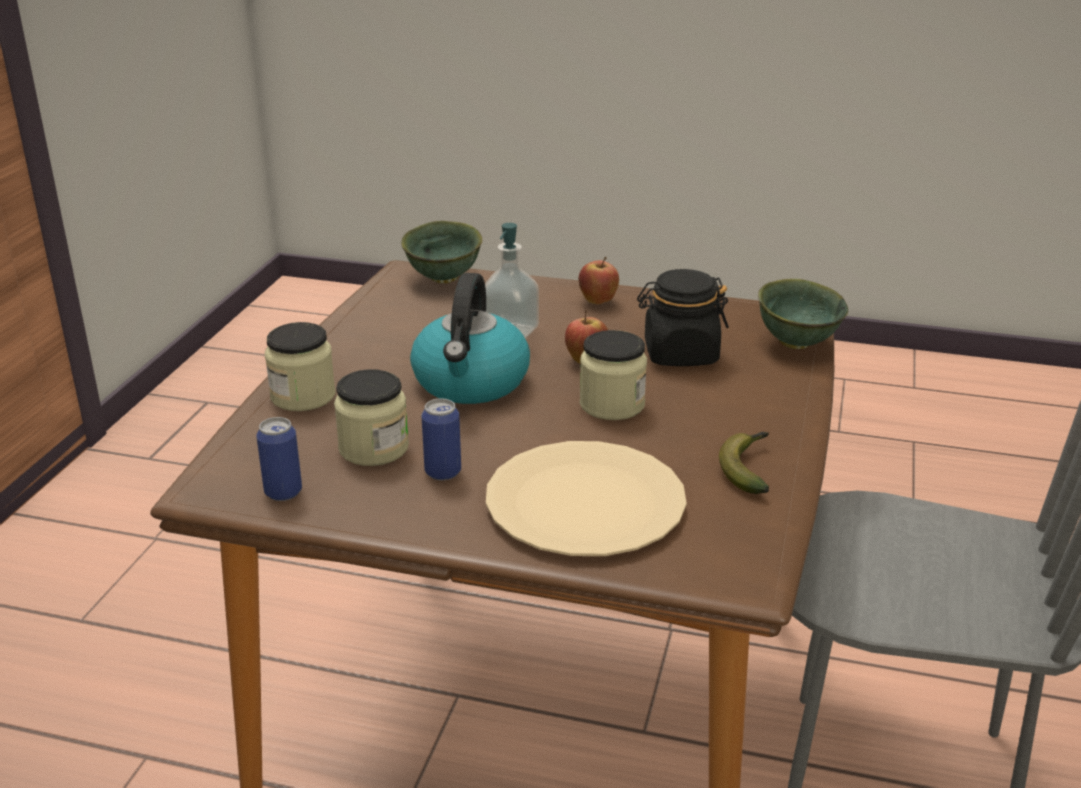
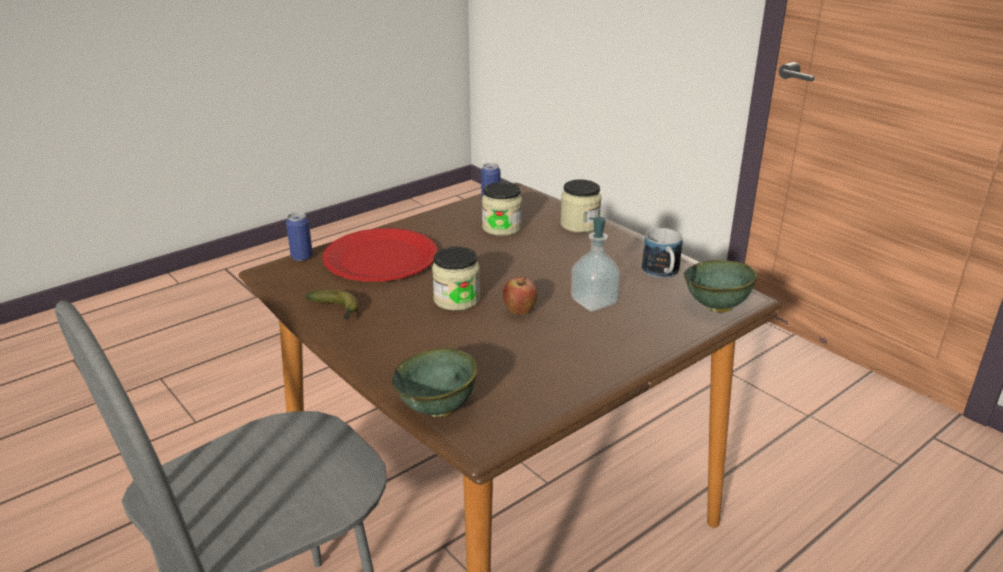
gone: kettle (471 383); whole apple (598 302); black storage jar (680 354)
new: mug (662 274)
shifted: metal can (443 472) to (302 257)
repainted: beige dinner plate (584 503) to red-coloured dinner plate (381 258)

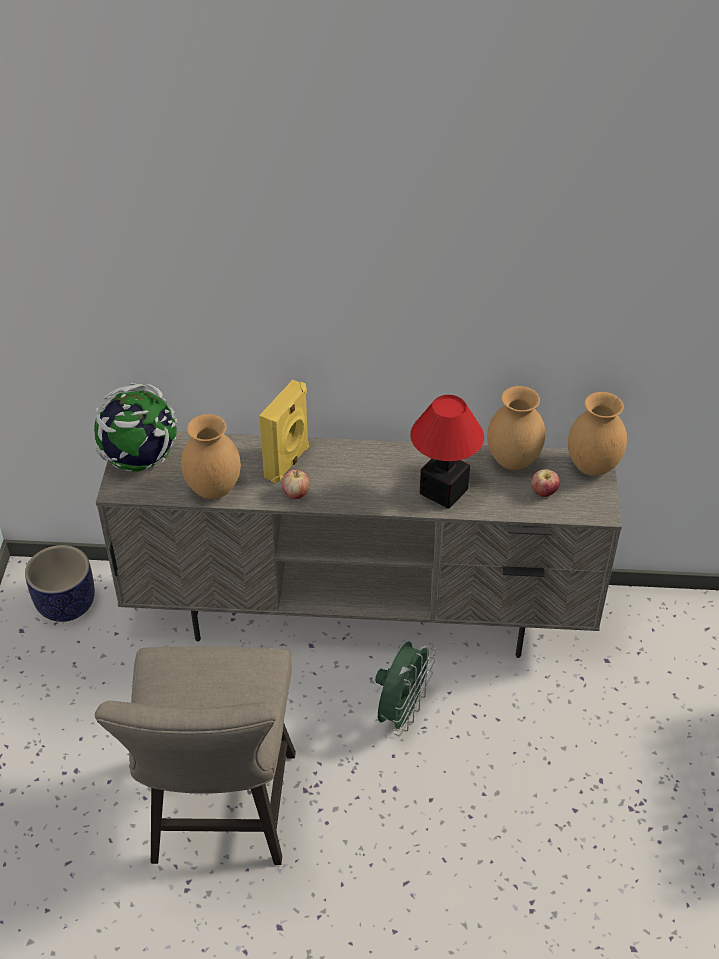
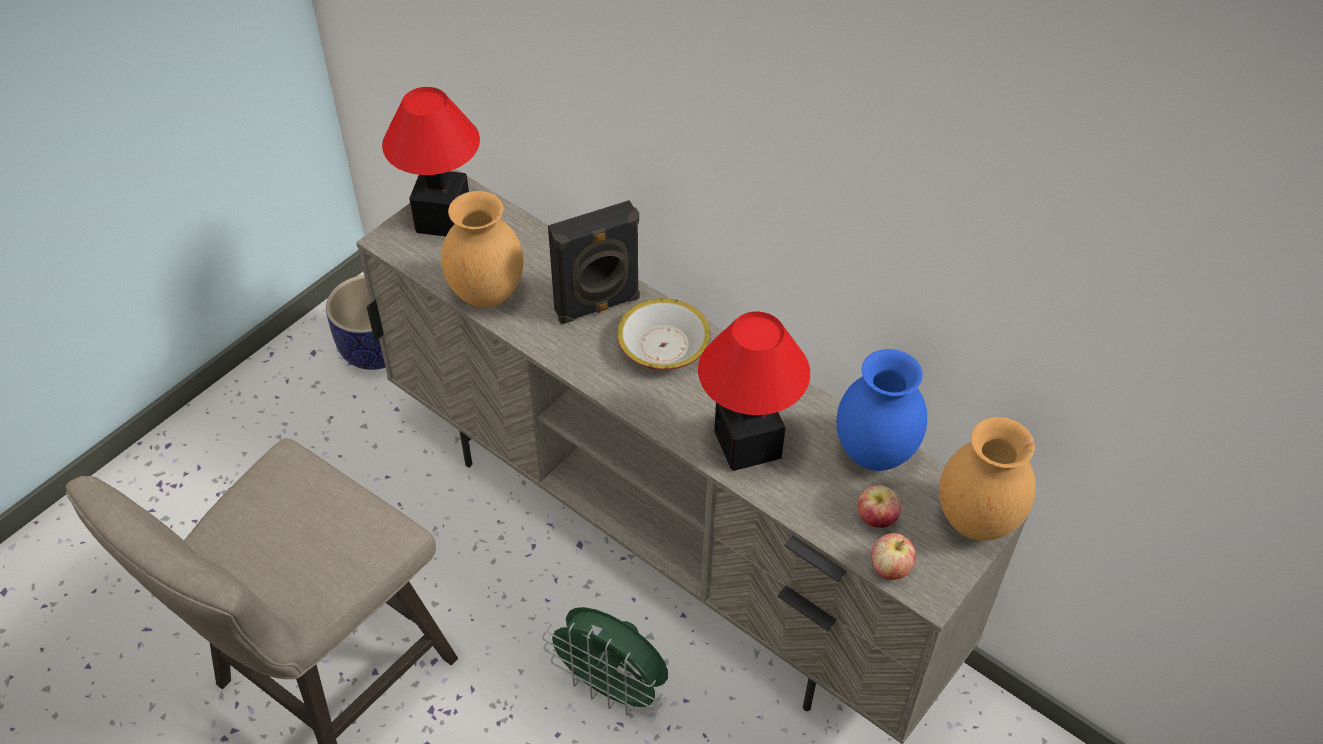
new: bowl (663 346)
shifted: whole apple (296 494) to (890 568)
swapped: world globe (140 460) to table lamp (444 218)
repainted: yellow-coloured audio speaker (288 463) to black audio speaker (598 306); brown decorative vase (514 461) to blue decorative vase (875 454)
rotated: green-coloured fan (402 712) = (612 688) 60 degrees clockwise

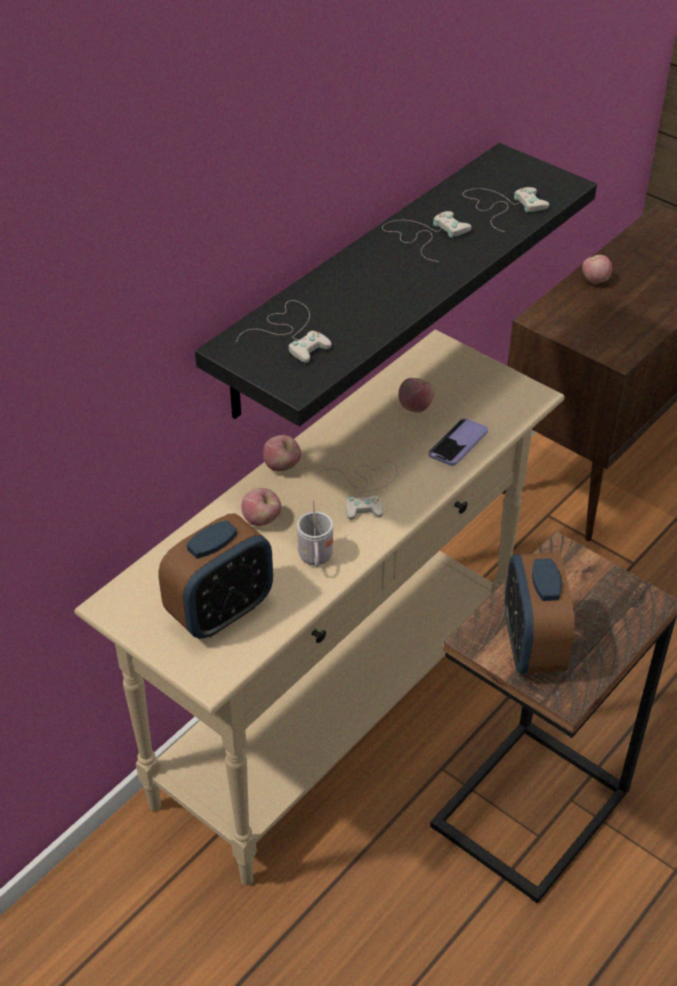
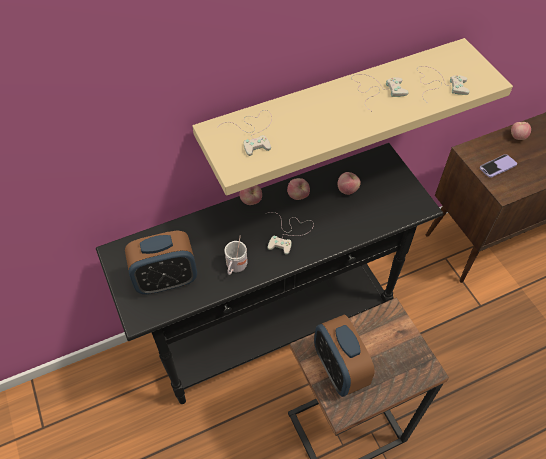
shifted: whole apple (262 520) to (298 196); handset (458 444) to (497 166)
repainted: beige hall table (337 712) to black hall table (273 328); black bracket shelf (360 281) to beige bracket shelf (333 105)
rotated: bedside clock (532 646) = (339 369) 45 degrees counterclockwise

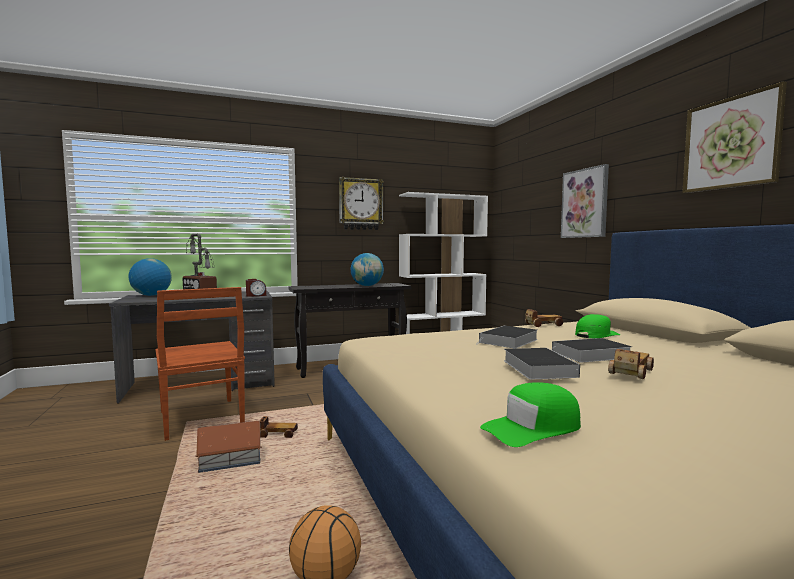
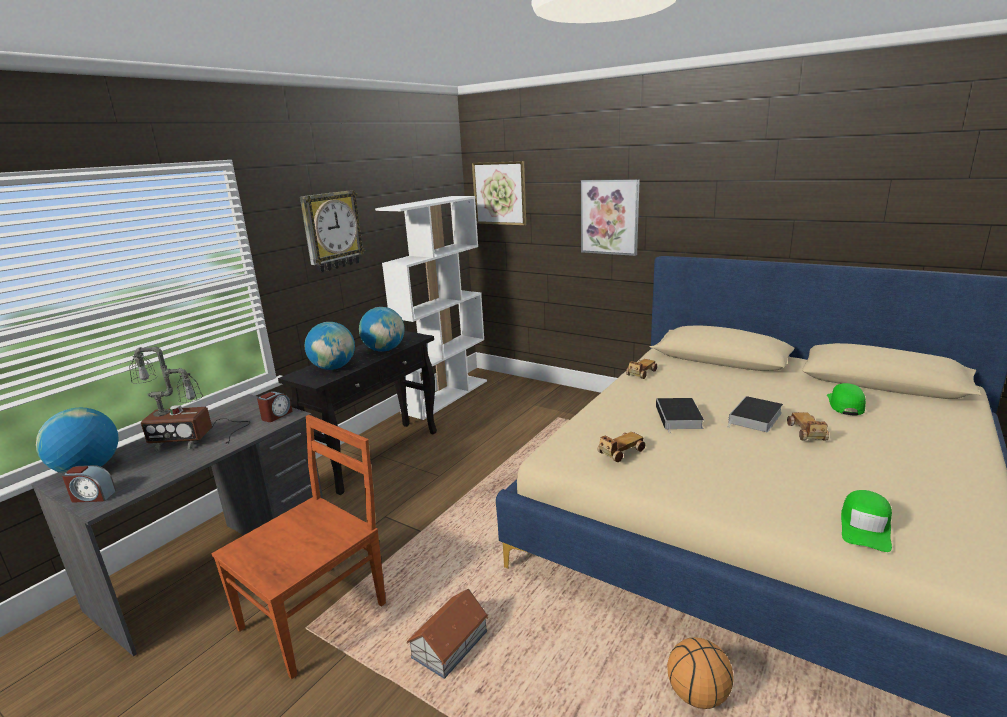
gone: volume (537 367)
new: bedside clock (93 496); world globe (333 368)
shifted: toy car (277 434) to (620 452); green-coloured cap (596 335) to (845 404); picture (731 143) to (499 193)
rotated: brown plain chair (201 419) = (317 614) 75 degrees counterclockwise

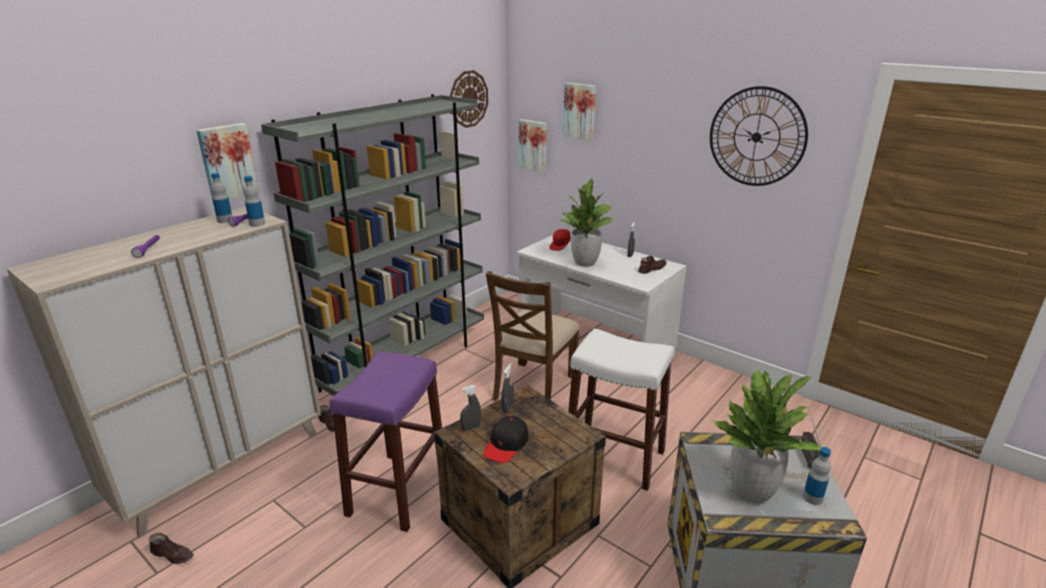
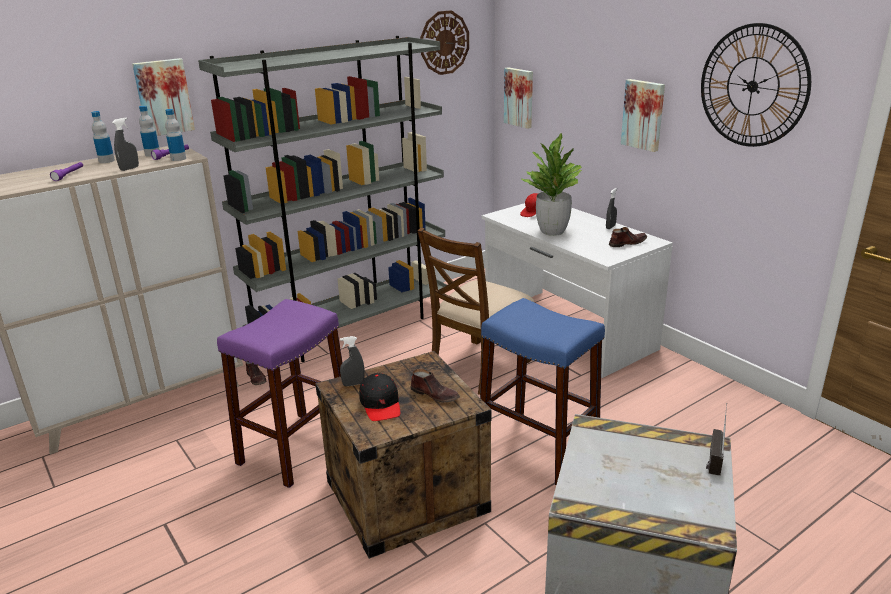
gone: plant in a pot (752 491)
shifted: brown low shoe (173 554) to (435 395); greyish spray bottle (507 408) to (129 168); picture (580 111) to (644 114); drink bottle (812 498) to (106 161)
repainted: white-coloured sitting stool (614 457) to blue sitting stool (538 448)
rotated: black cap (506 445) = (381 404) 60 degrees counterclockwise

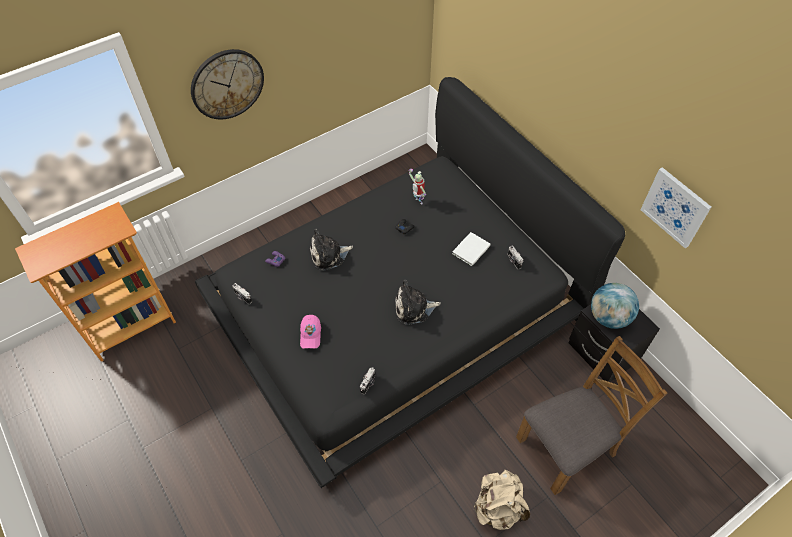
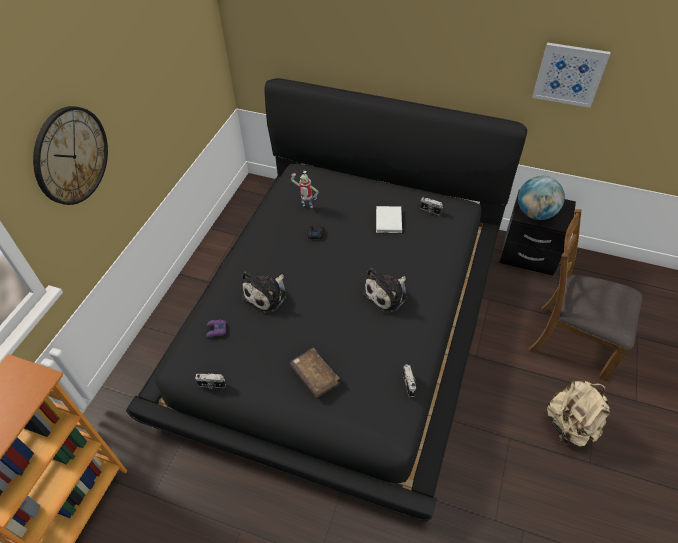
swapped: pinkish cap (310 334) to brown volume (315 376)
rotated: brown plain chair (567 446) = (571 341) 90 degrees counterclockwise

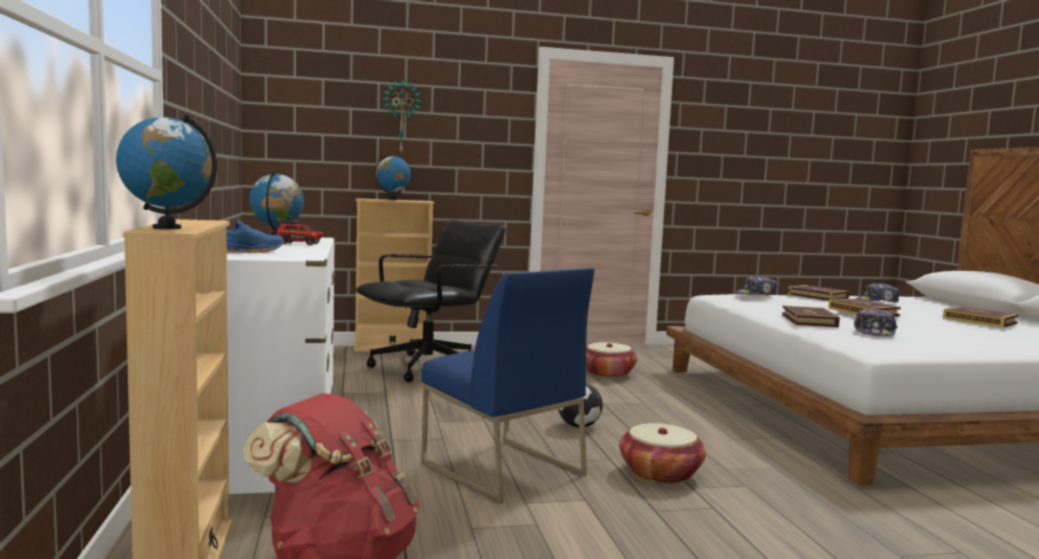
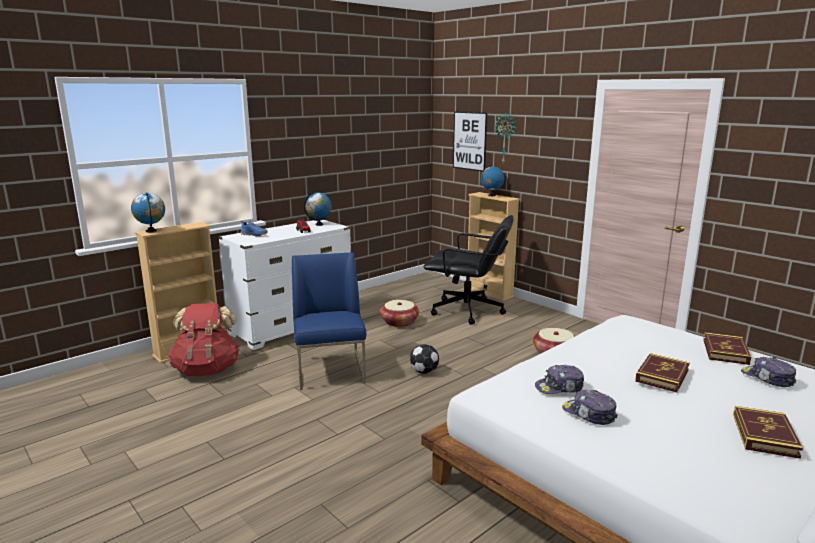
gone: volume (809 320)
new: picture (469 141)
shifted: basket (660 473) to (399 322); cap (756 294) to (588 414)
rotated: blue plain chair (501 469) = (331 371) 150 degrees clockwise

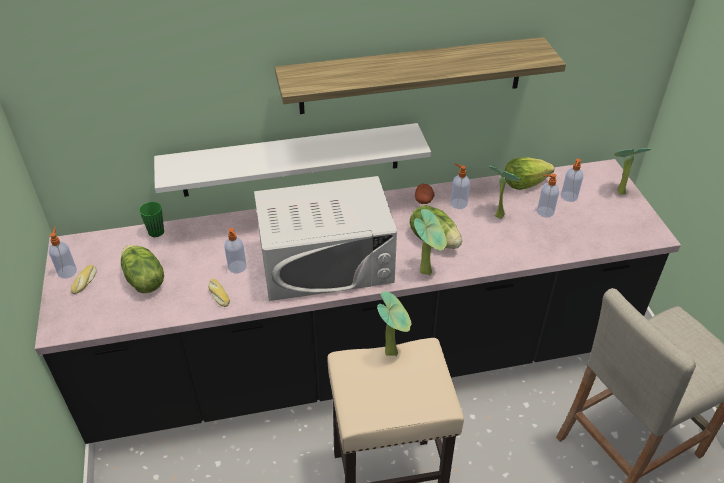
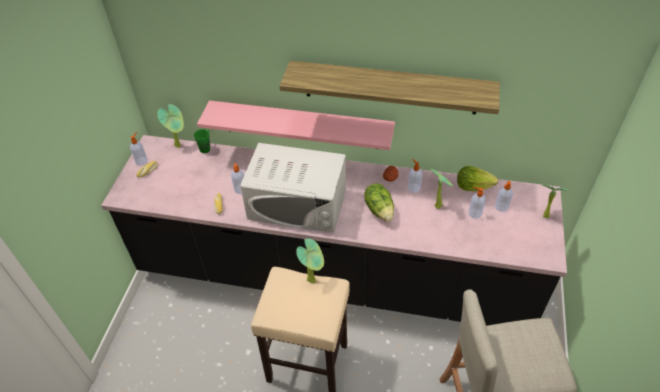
gone: lettuce (143 280)
shifted: plant in a pot (428 271) to (179 145)
repainted: white-coloured bracket shelf (291 160) to pinkish bracket shelf (300 125)

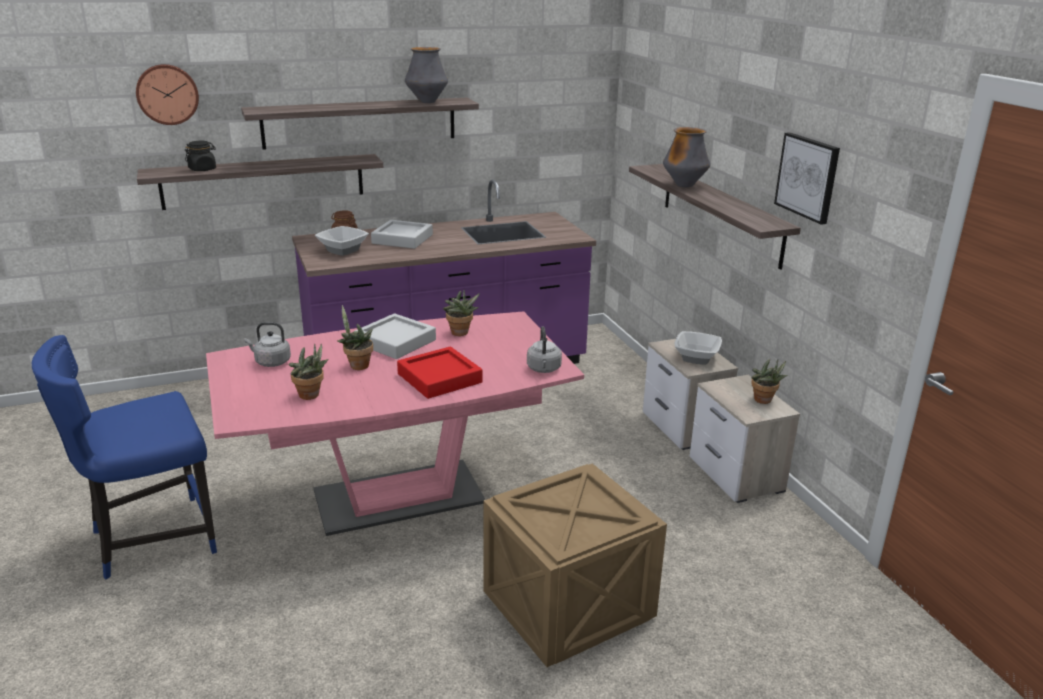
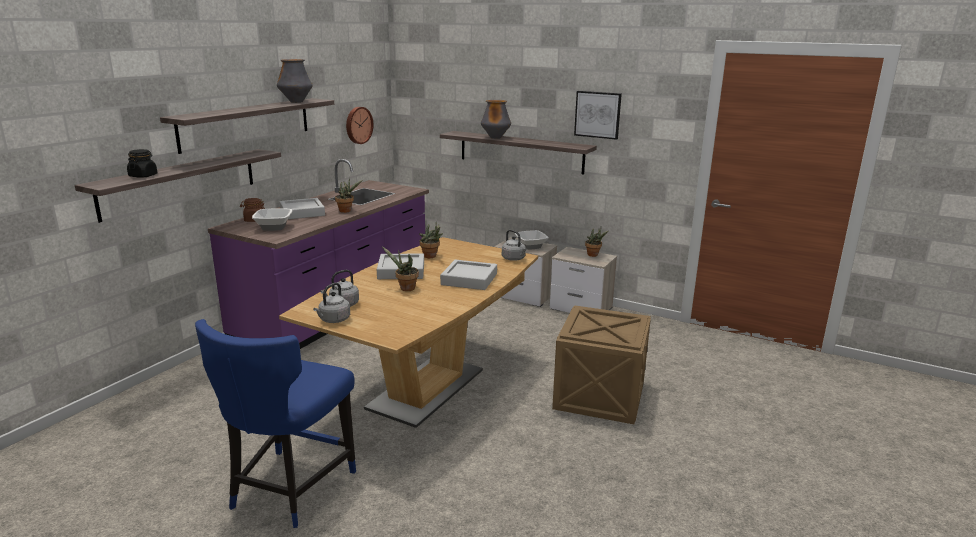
new: greyish kettle (333 320)
shifted: wall clock (167 94) to (358 125); plant in a pot (311 396) to (347 211)
repainted: pinkish dinner table (399 497) to brown dinner table (426 389); red-coloured tray (439 378) to greyish tray (469 279)

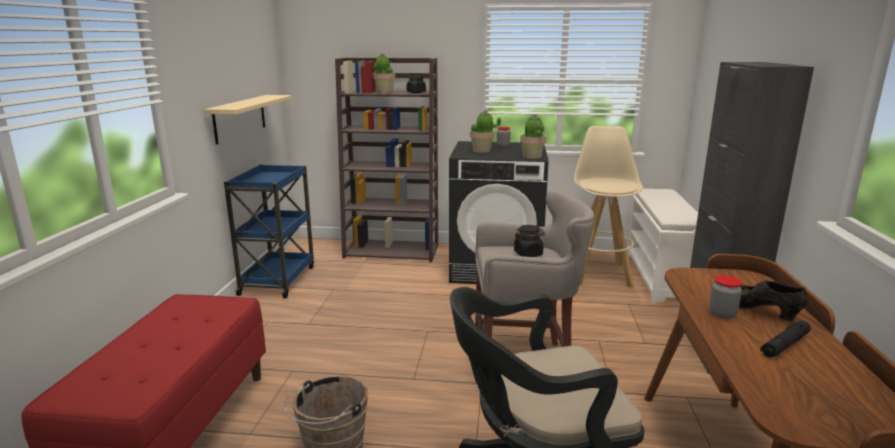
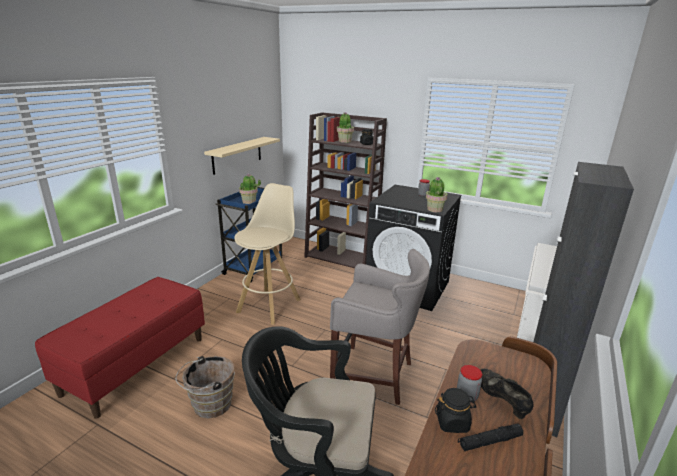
shifted: plant in a pot (482 151) to (249 202); black storage jar (528 254) to (452 422); beige sitting stool (599 273) to (269 305)

